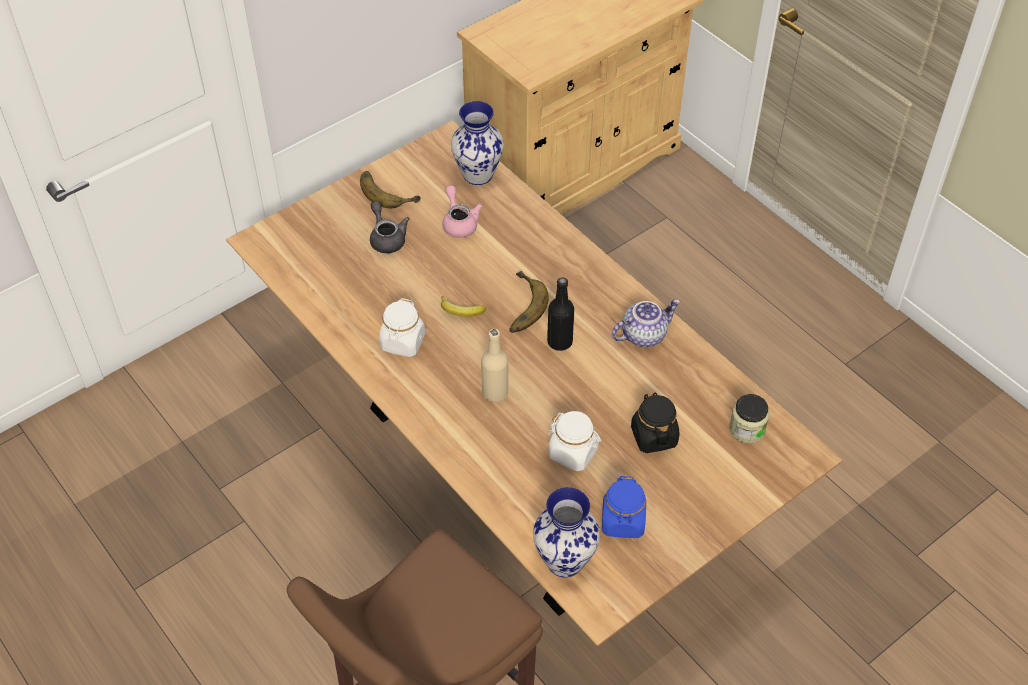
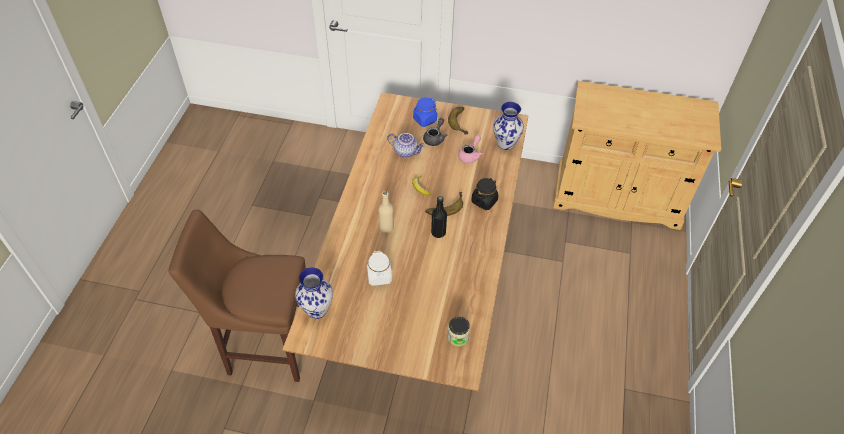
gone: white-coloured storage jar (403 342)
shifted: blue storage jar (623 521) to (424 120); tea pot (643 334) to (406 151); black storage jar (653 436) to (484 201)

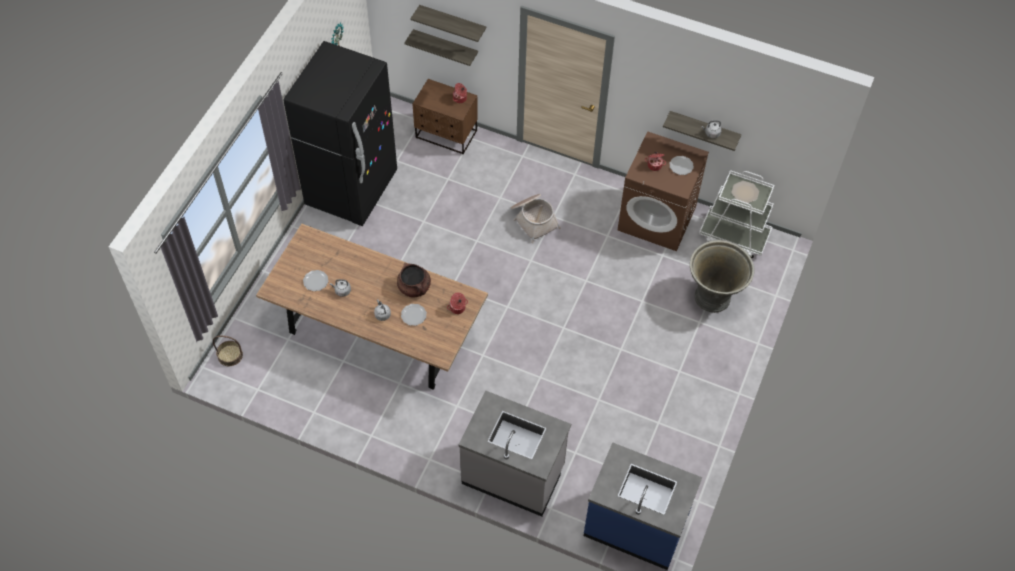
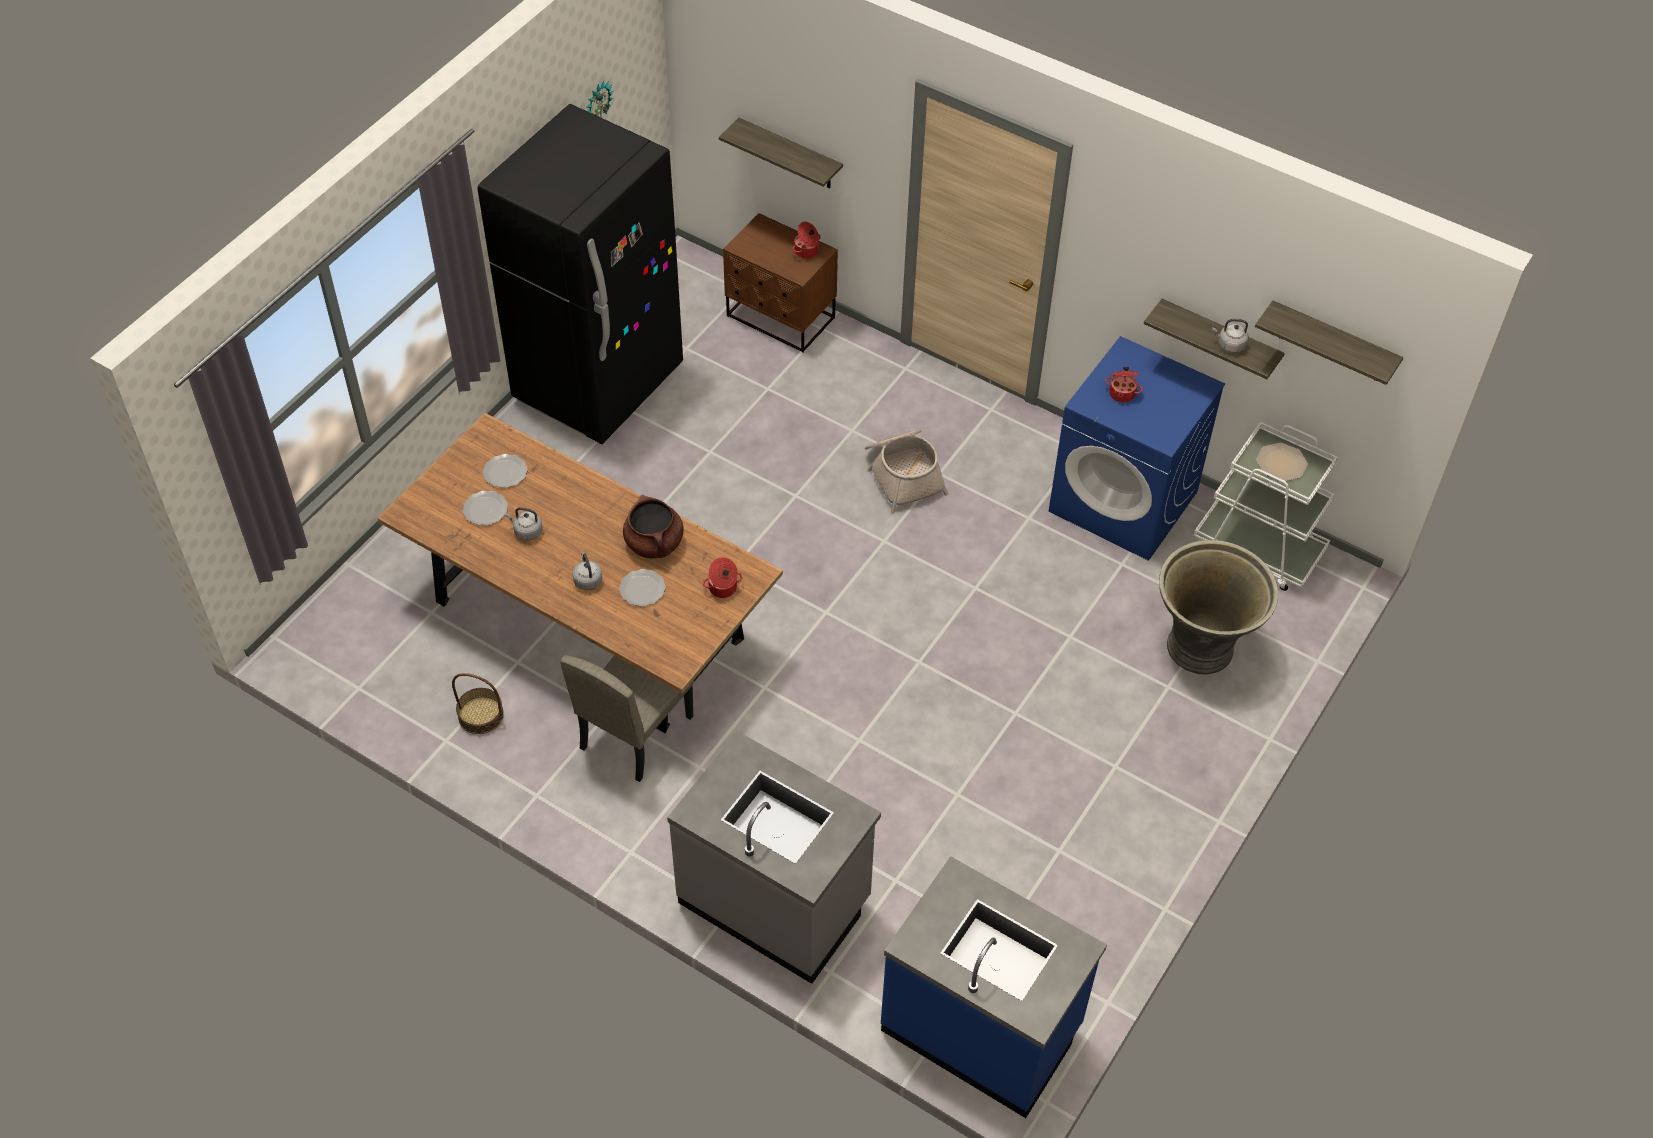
new: beige plain chair (635 732)
shifted: basket (230 355) to (480 715); bracket shelf (453 23) to (1332 343); dinner plate (681 166) to (506 472)
repainted: brown laundry appliance (657 218) to blue laundry appliance (1124 501)

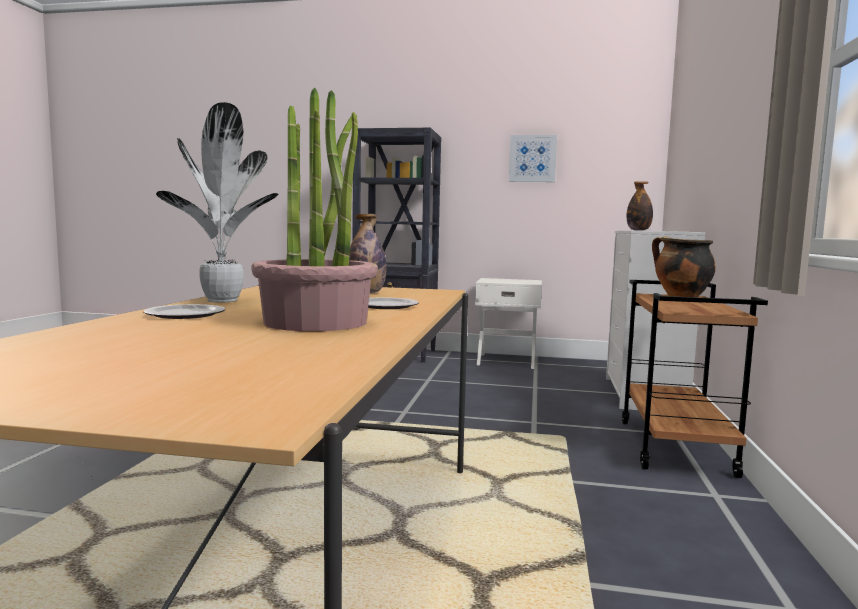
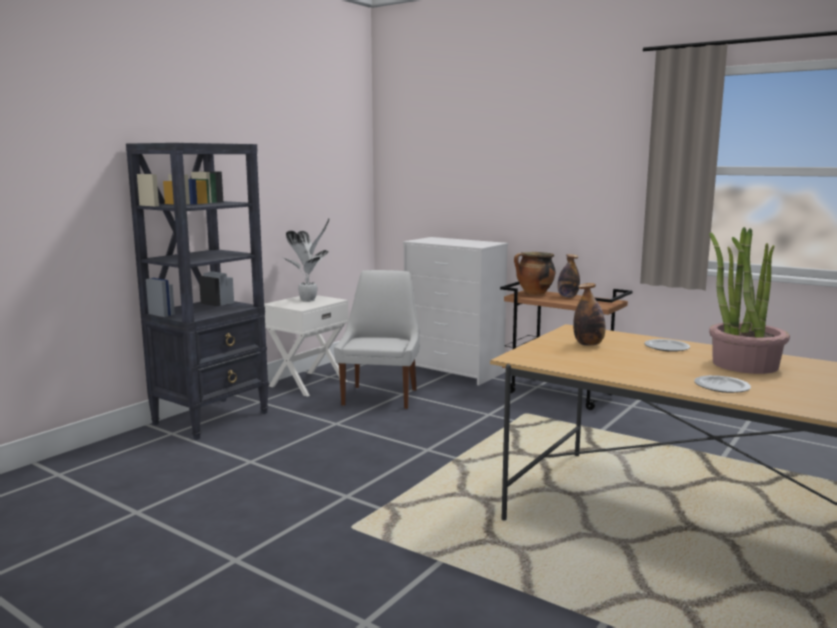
gone: picture (532 158)
new: white-coloured plain chair (381 396)
shifted: plant in a pot (222 301) to (309 300); drink bottle (638 230) to (567 296)

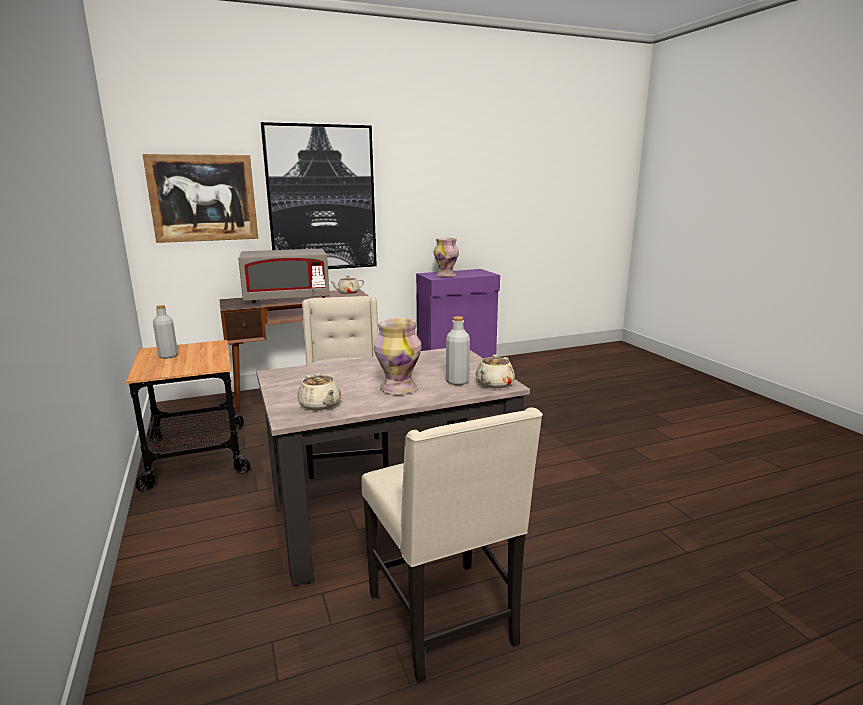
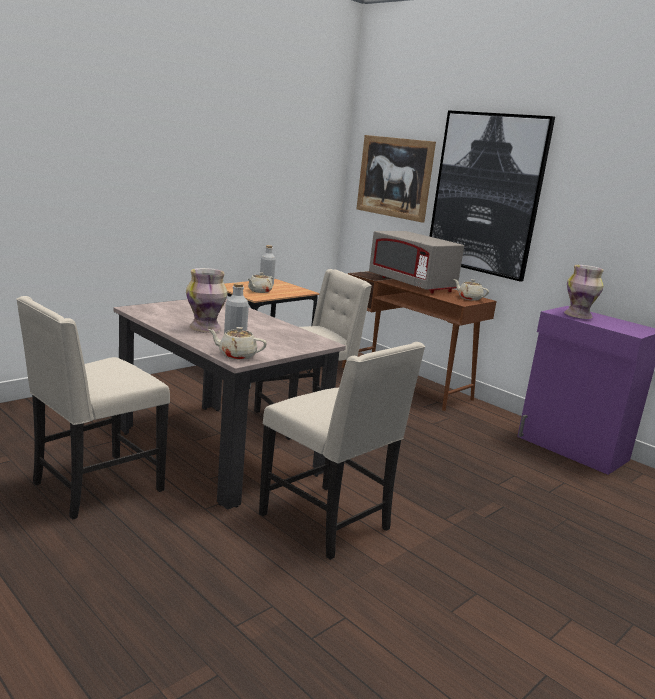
new: beige plain chair (328 522)
shifted: beige tea pot (320 405) to (259 291)

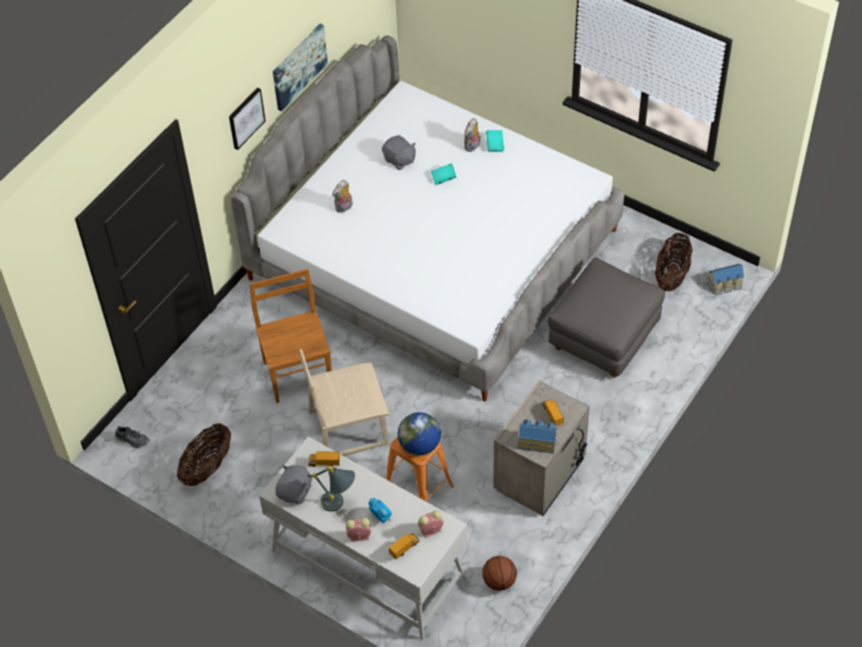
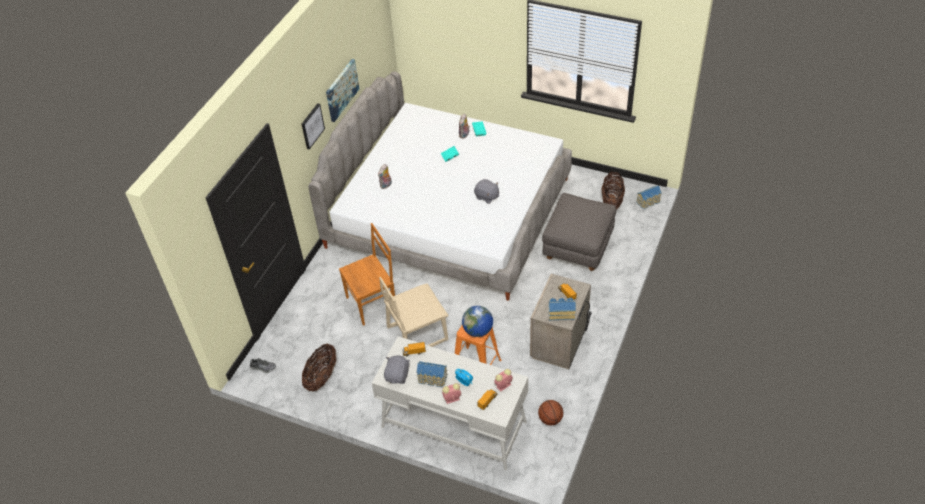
shifted: greyish soft toy (399 160) to (487 197)
swapped: greyish table lamp (339 505) to model house (432 379)
rotated: brown plain chair (297 373) = (373 303) 90 degrees clockwise

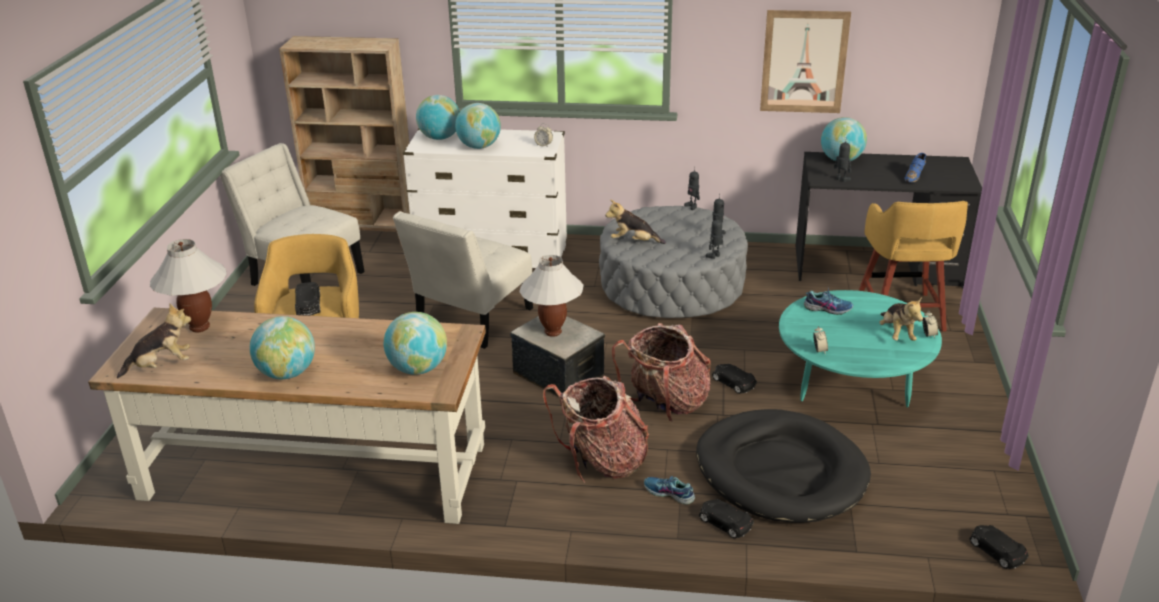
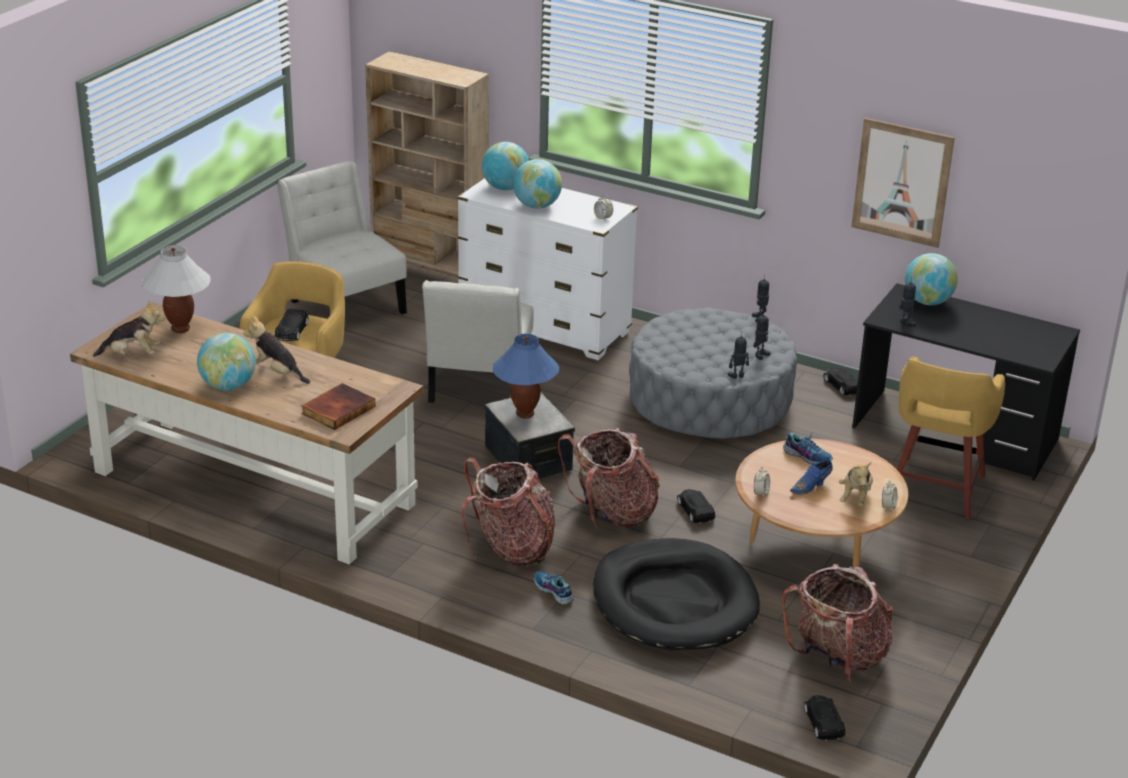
new: backpack (837 657)
shifted: soft toy (634 242) to (277 373); black toy car (725 522) to (842 386); blue low shoe (914 176) to (811 487)
swapped: world globe (418 369) to volume (338 409)
repainted: white-coloured table lamp (552 332) to blue table lamp (524 414); blue-green coffee table (851 386) to brown coffee table (814 545)
rotated: white-coloured plain chair (470 321) = (478 387) 45 degrees counterclockwise

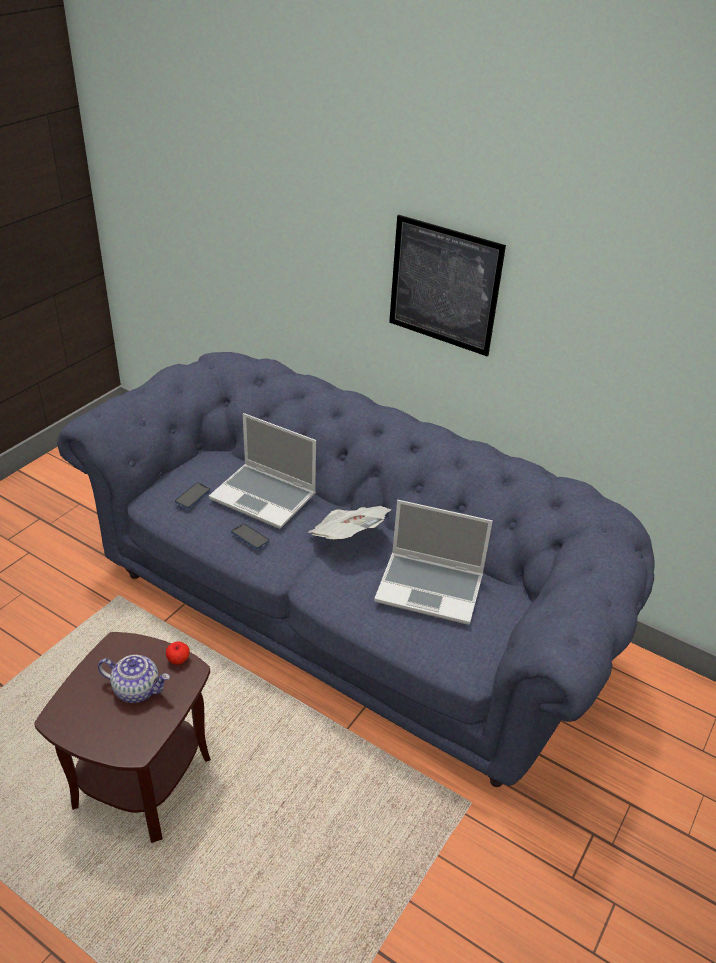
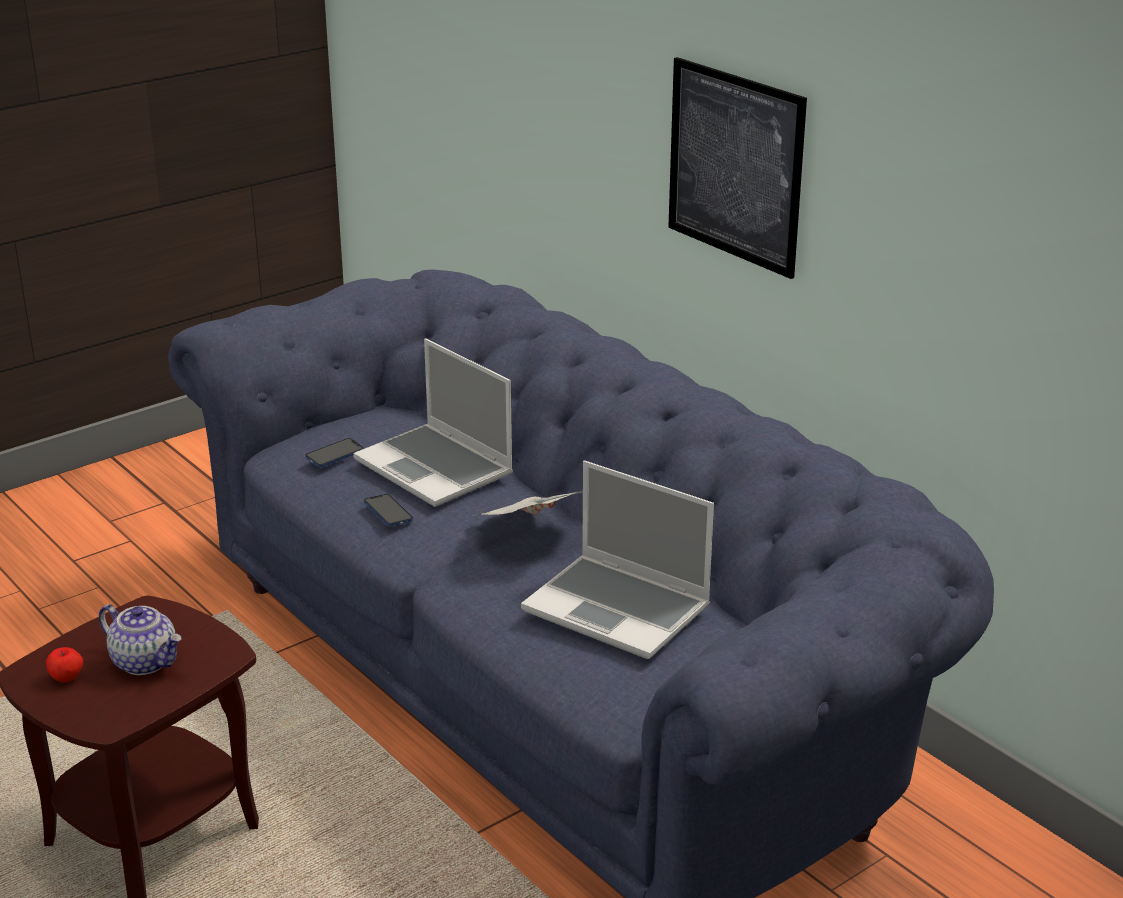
shifted: whole apple (178 660) to (66 678)

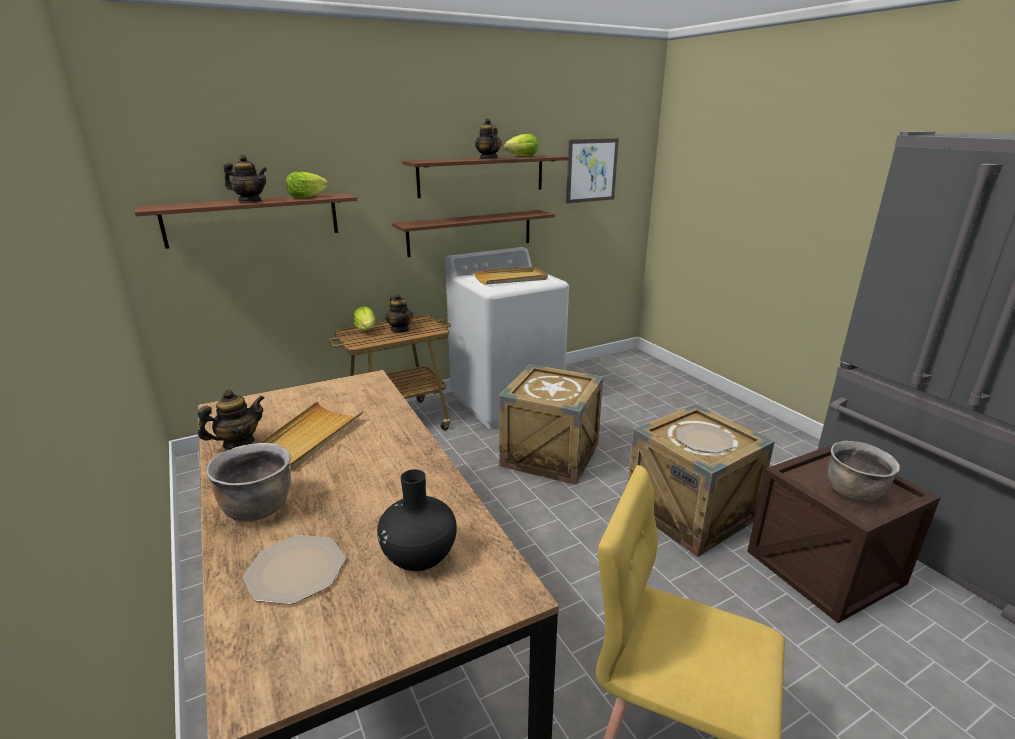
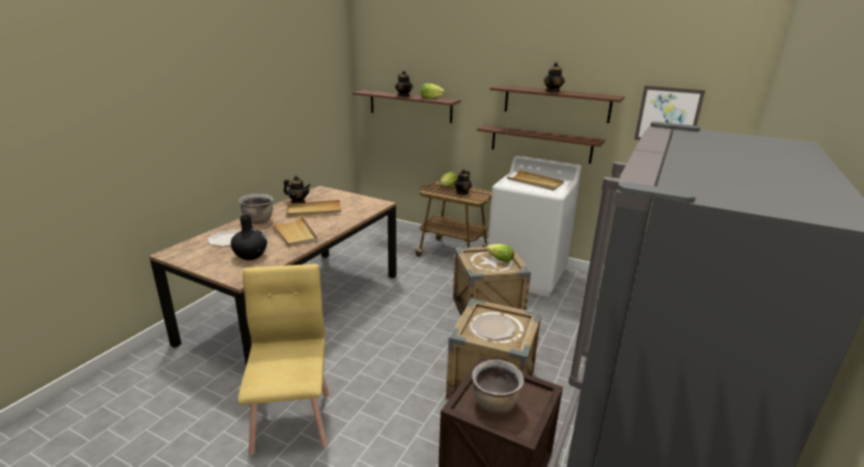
new: beige tray (294 234)
shifted: lettuce (523 156) to (500 260)

